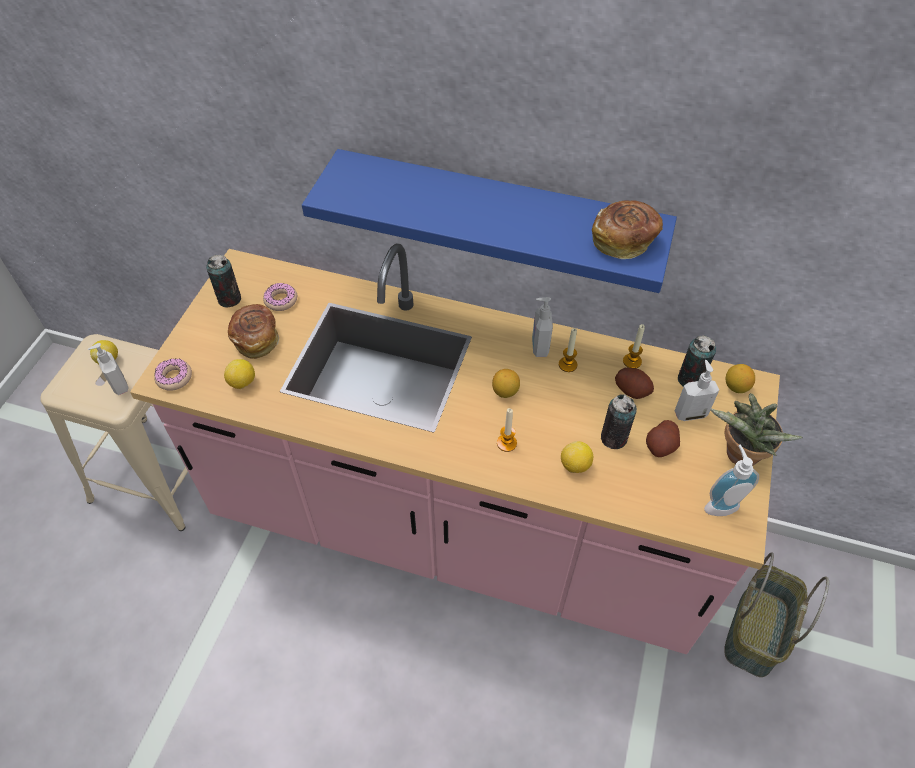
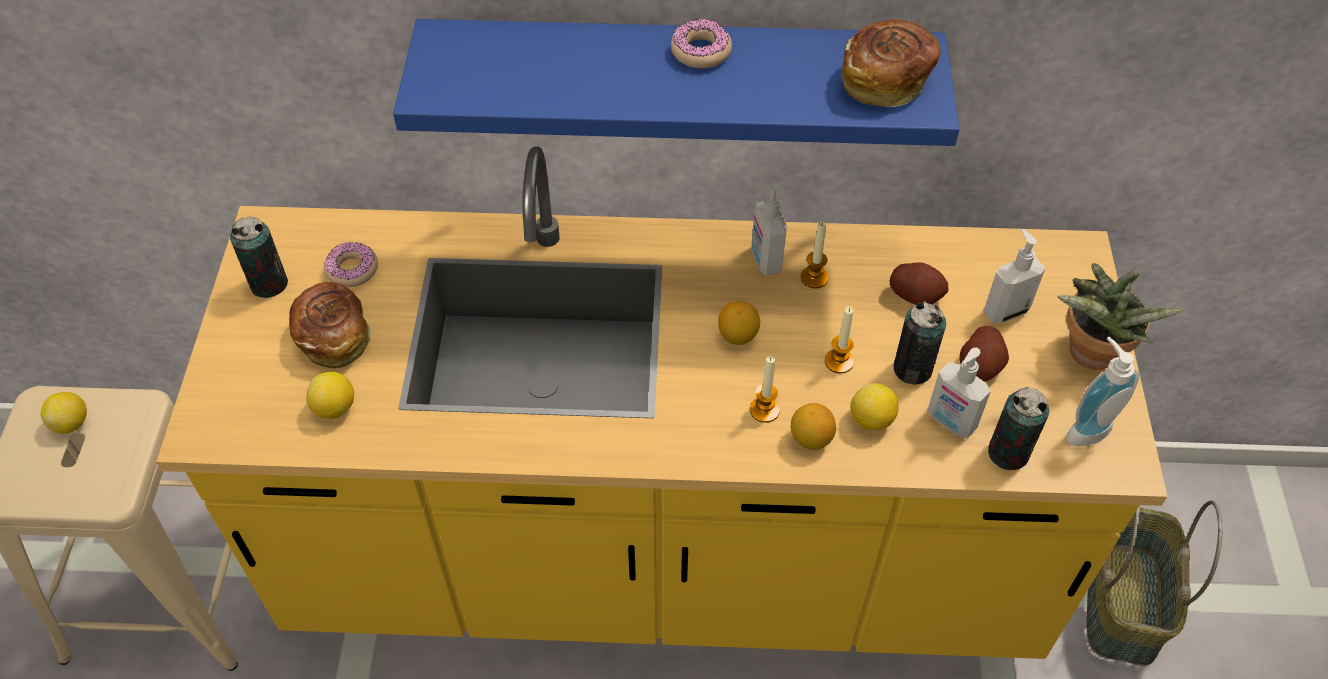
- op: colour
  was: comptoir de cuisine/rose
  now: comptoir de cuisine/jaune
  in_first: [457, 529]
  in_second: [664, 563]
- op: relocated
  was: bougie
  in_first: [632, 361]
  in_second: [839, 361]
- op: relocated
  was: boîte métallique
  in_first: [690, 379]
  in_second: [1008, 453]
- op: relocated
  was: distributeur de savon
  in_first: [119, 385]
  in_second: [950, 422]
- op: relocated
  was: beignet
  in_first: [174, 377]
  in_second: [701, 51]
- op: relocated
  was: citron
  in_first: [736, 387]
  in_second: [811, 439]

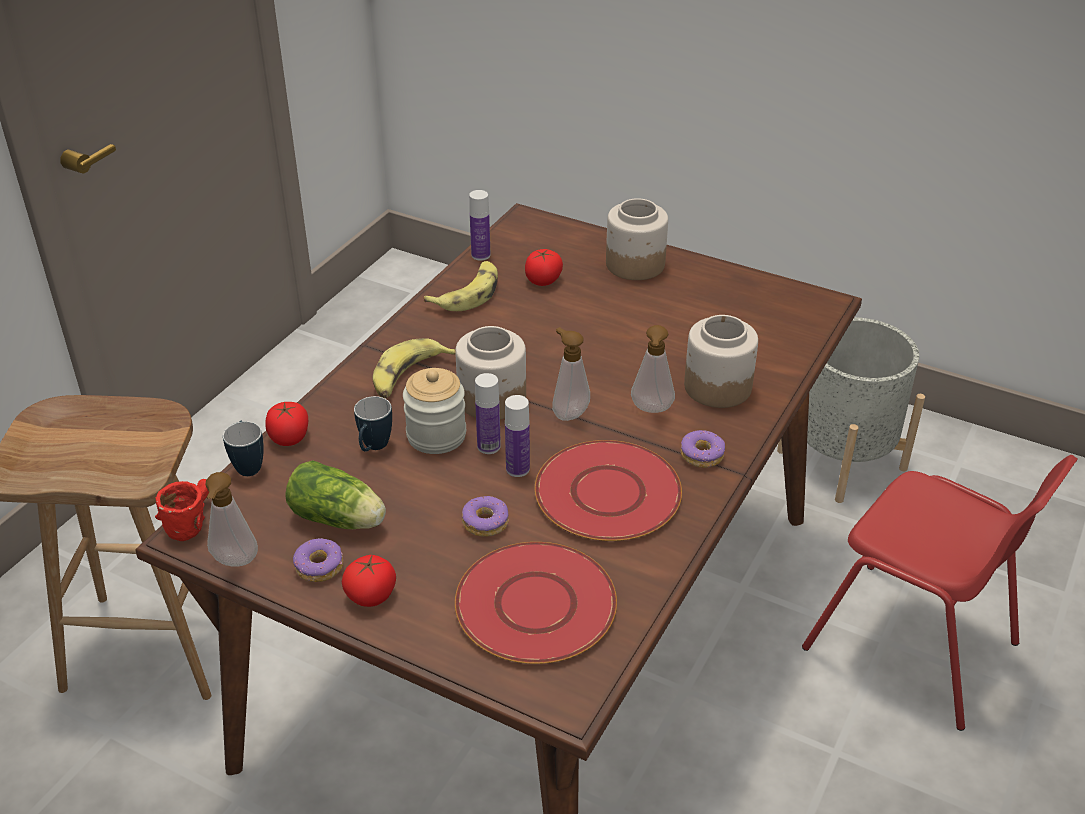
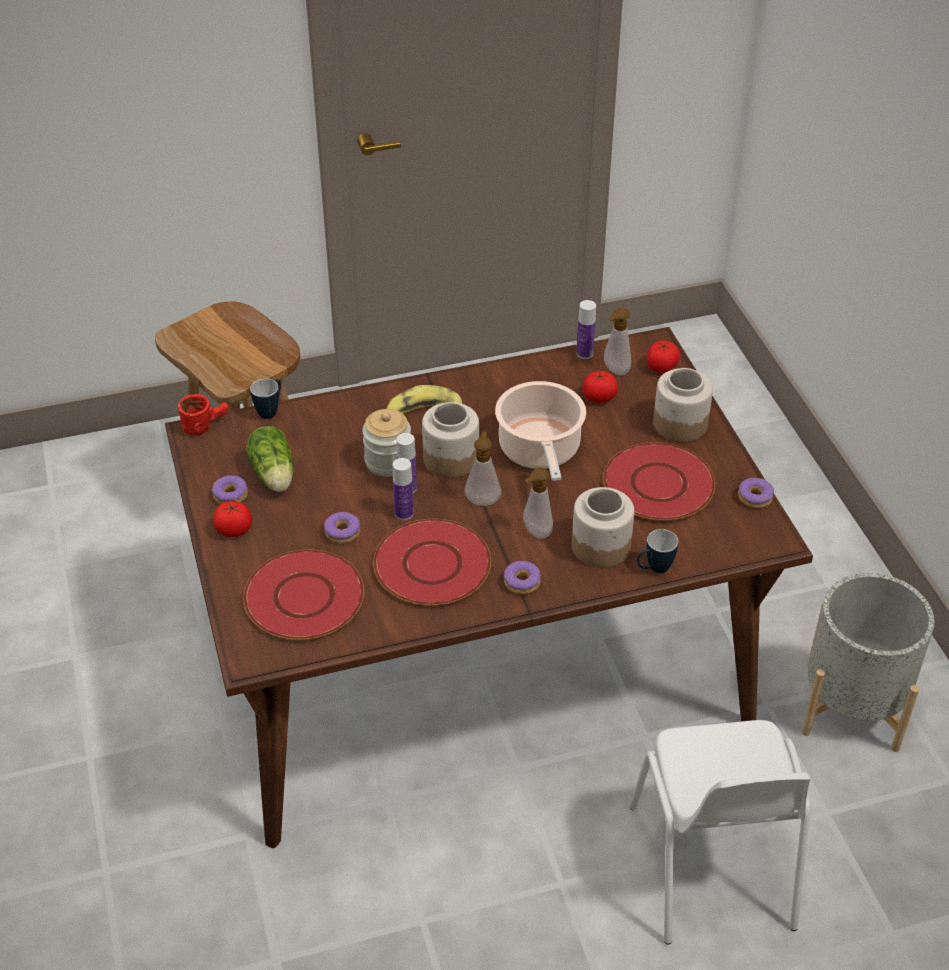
- op: missing
  was: banane
  in_first: [468, 294]
- op: relocated
  was: mug
  in_first: [373, 448]
  in_second: [654, 569]
- op: relocated
  was: tomate
  in_first: [289, 438]
  in_second: [661, 367]
- op: colour
  was: chaise/rouge
  now: chaise/blanc
  in_first: [913, 647]
  in_second: [711, 868]
- op: relocated
  was: distributeur de savon
  in_first: [234, 563]
  in_second: [614, 371]
- op: appeared
  now: marmite
  in_second: [540, 451]
- op: appeared
  now: assiette/rouge
  in_second: [657, 484]
- op: appeared
  now: beignet
  in_second: [755, 497]

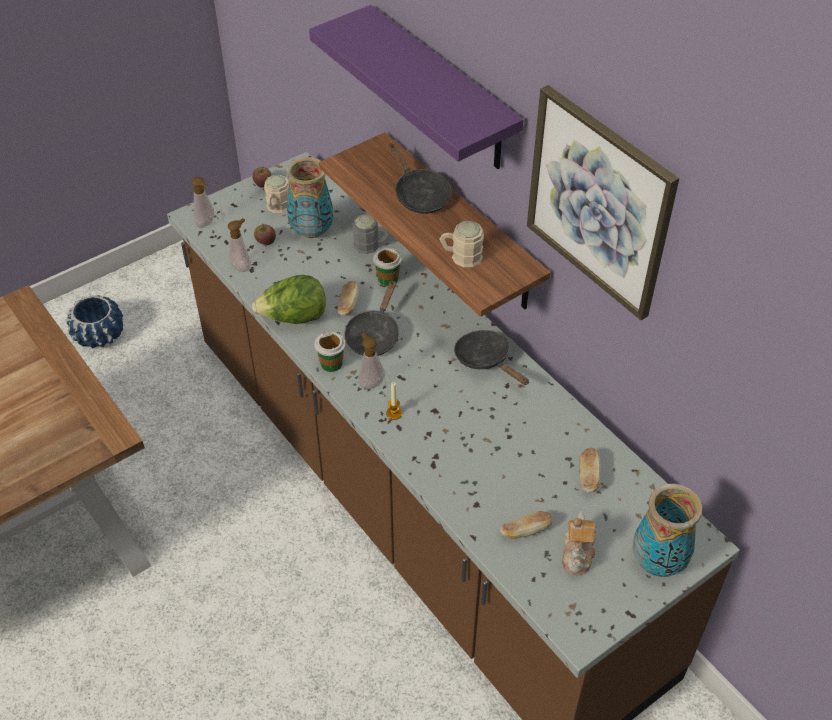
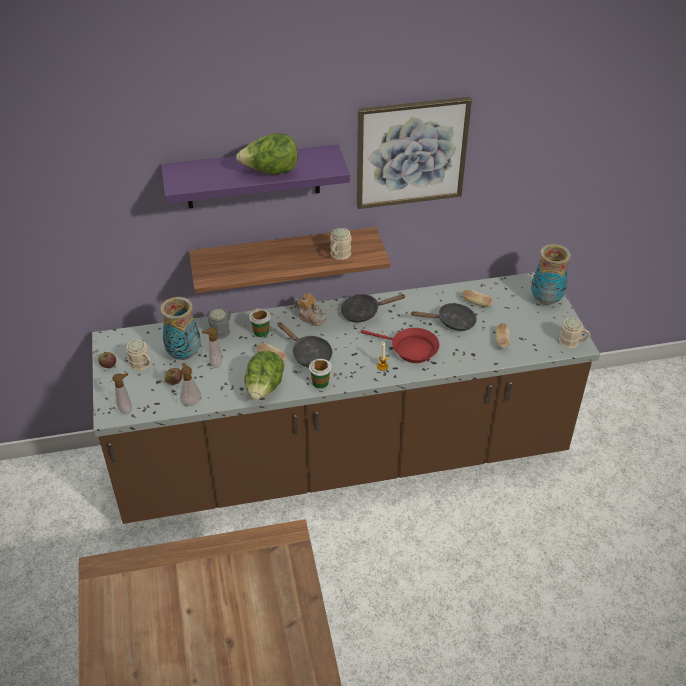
- op: relocated
  was: poêle/noir
  in_first: [419, 195]
  in_second: [452, 322]
- op: missing
  was: cache-pot/bleu
  in_first: [100, 335]
- op: relocated
  was: distributeur de savon
  in_first: [370, 382]
  in_second: [214, 363]
- op: relocated
  was: théière
  in_first: [577, 554]
  in_second: [311, 317]
- op: appeared
  now: laitue
  in_second: [270, 172]
- op: appeared
  now: mug/beige
  in_second: [573, 342]
- op: appeared
  now: poêle/rouge
  in_second: [410, 349]

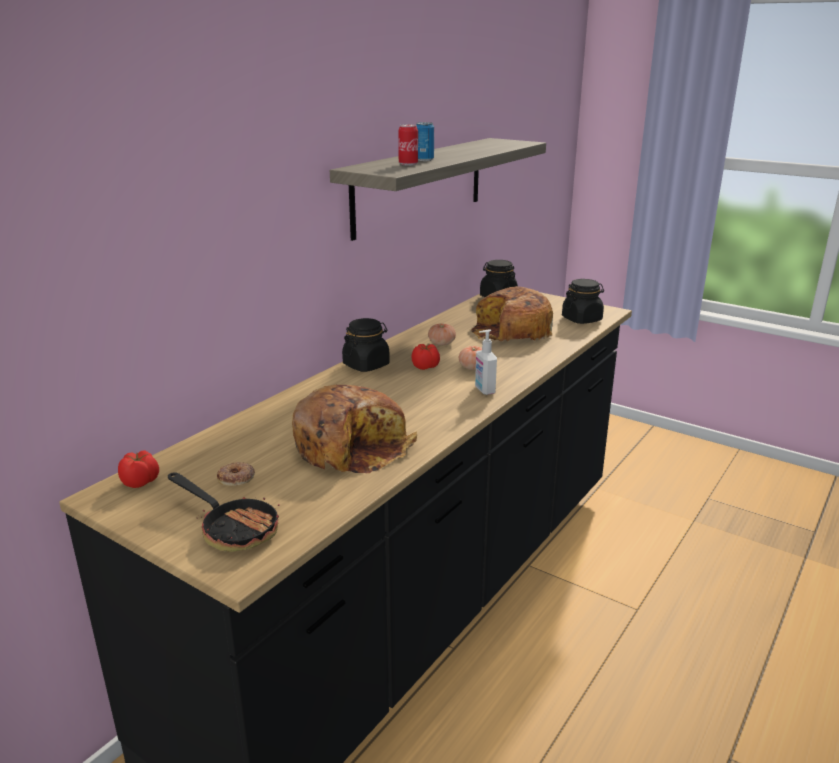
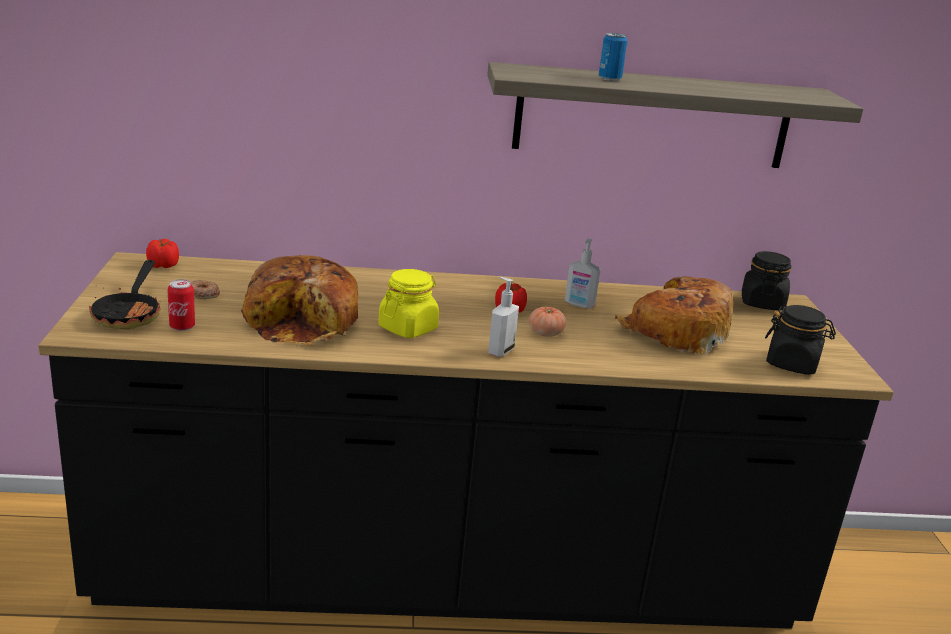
- op: relocated
  was: boîte métallique
  in_first: [408, 164]
  in_second: [182, 327]
- op: missing
  was: bocal/noir
  in_first: [366, 365]
- op: exchanged
  was: tomate
  now: distributeur de savon
  in_first: [441, 343]
  in_second: [579, 304]
- op: appeared
  now: bocal/jaune
  in_second: [408, 328]

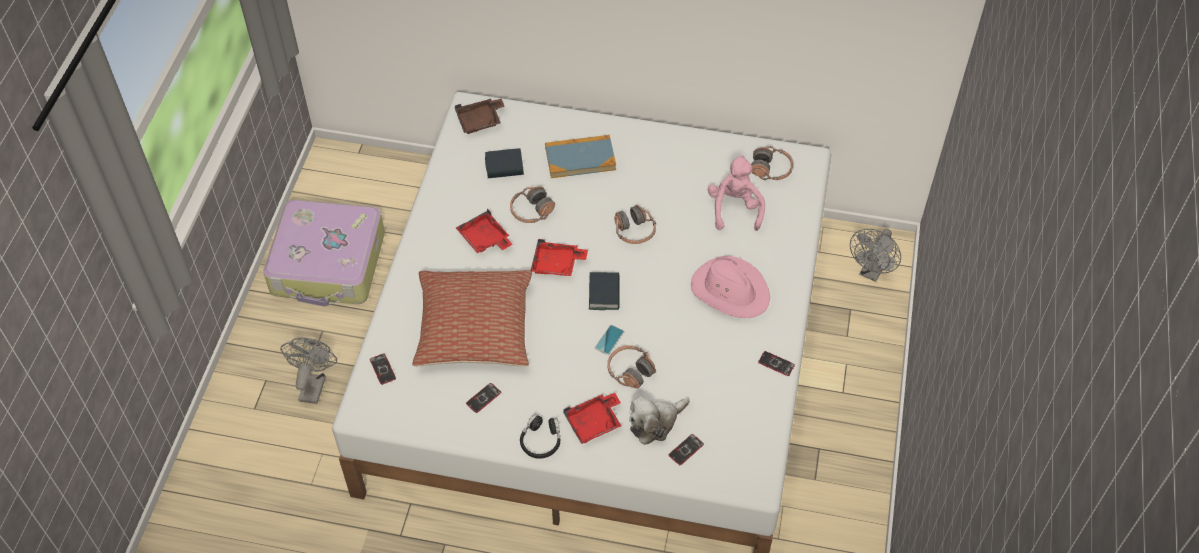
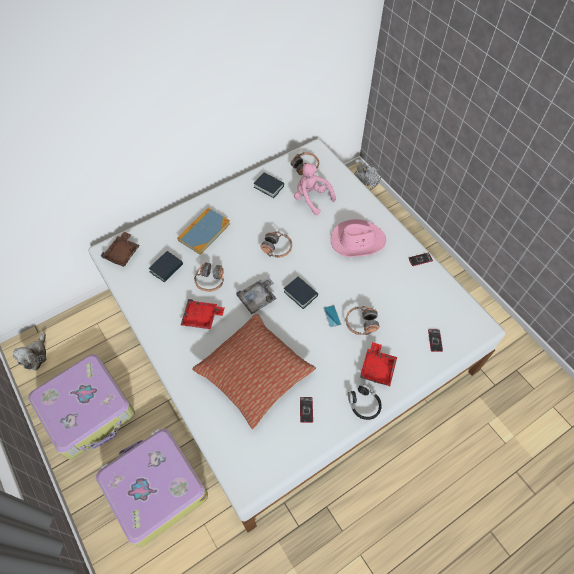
- op: colour
  was: plateau/rouge
  now: plateau/gris
  in_first: [557, 264]
  in_second: [258, 299]
- op: exchanged
  was: ventilateur/gris
  now: valise
  in_first: [313, 384]
  in_second: [154, 488]
- op: missing
  was: téléphone
  in_first: [382, 369]
- op: relocated
  was: peluche
  in_first: [655, 423]
  in_second: [35, 355]
- op: appeared
  now: livre
  in_second: [269, 187]

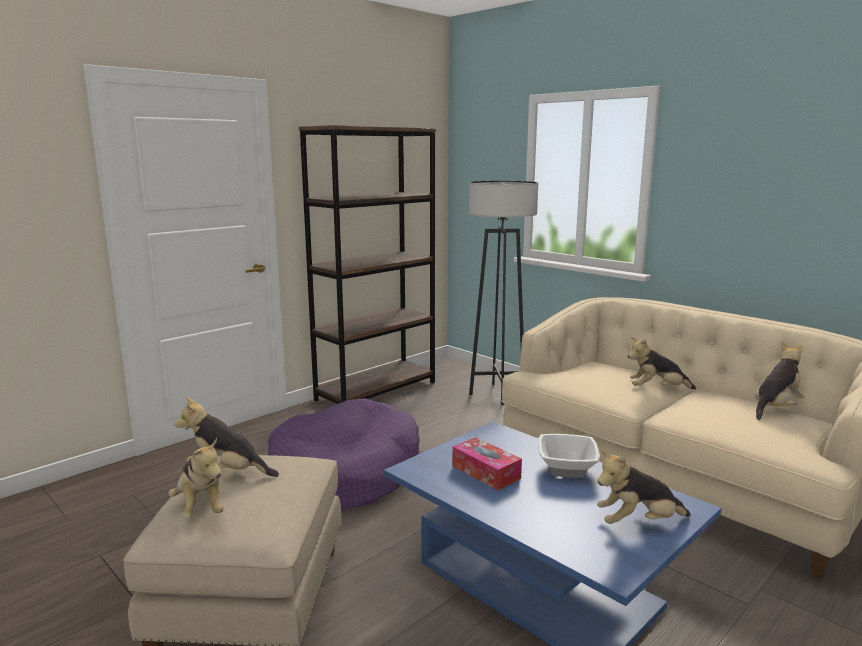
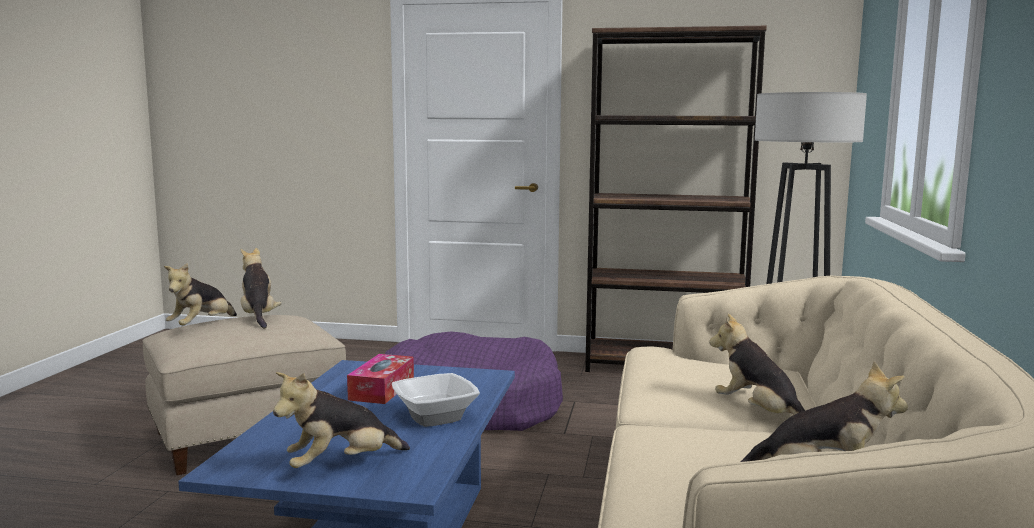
- op: spun
  was: peluche
  in_first: [638, 522]
  in_second: [340, 465]
  clockwise: -75

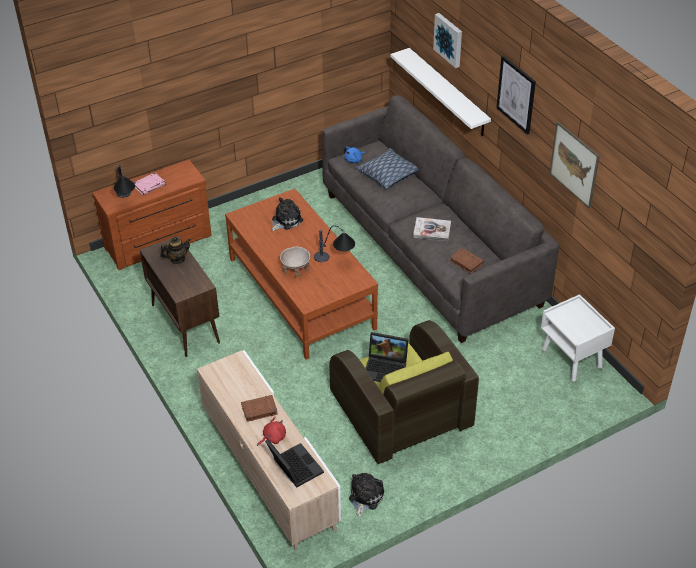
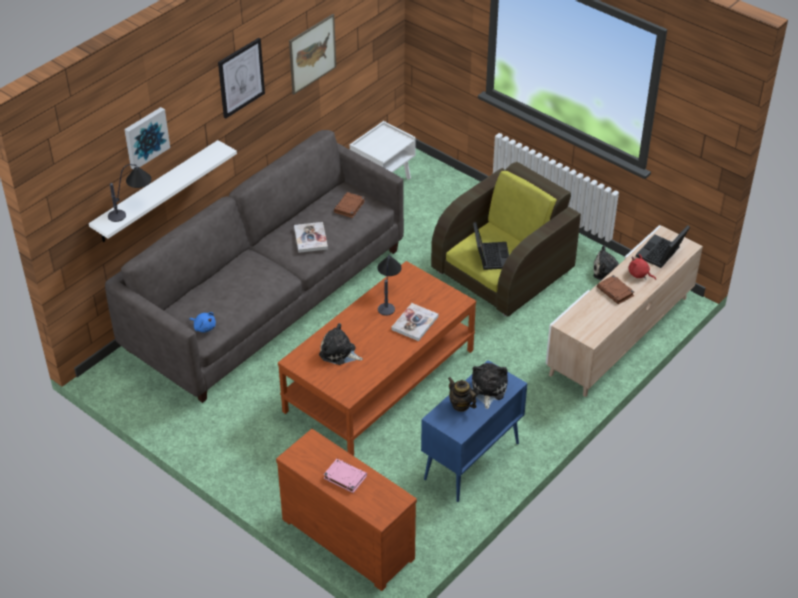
- op: missing
  was: coussin
  in_first: [388, 174]
- op: relocated
  was: lampe de table
  in_first: [126, 202]
  in_second: [133, 208]
- op: colour
  was: meuble de rangement/marron
  now: meuble de rangement/bleu
  in_first: [184, 323]
  in_second: [471, 462]
- op: exchanged
  was: bol/beige
  now: livre
  in_first: [295, 269]
  in_second: [415, 323]
- op: appeared
  now: peluche
  in_second: [488, 389]

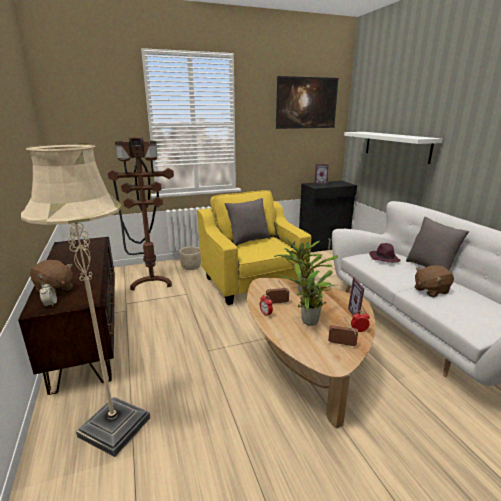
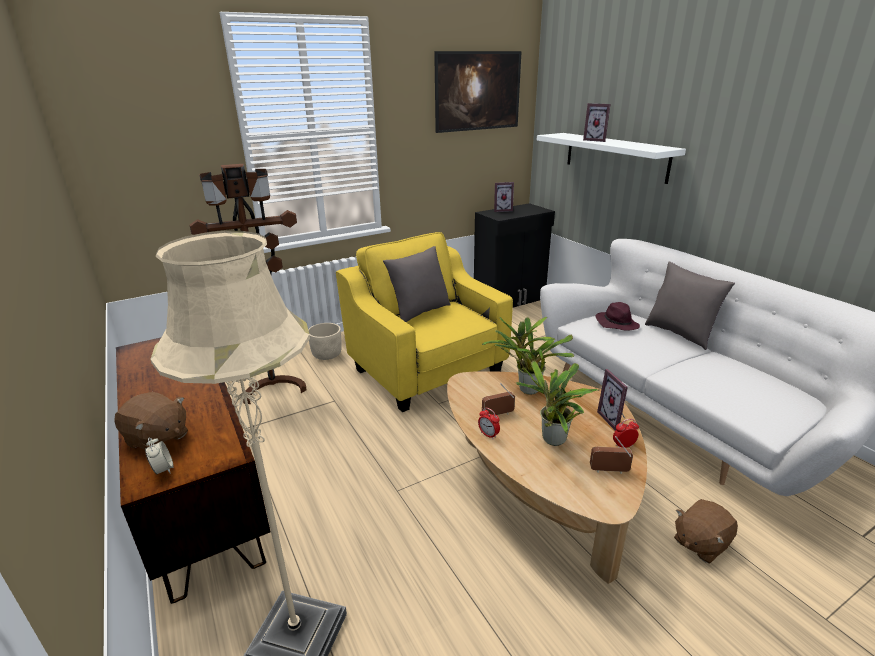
- op: relocated
  was: peluche/marron
  in_first: [430, 290]
  in_second: [700, 543]
- op: appeared
  now: cadre photo
  in_second: [596, 140]

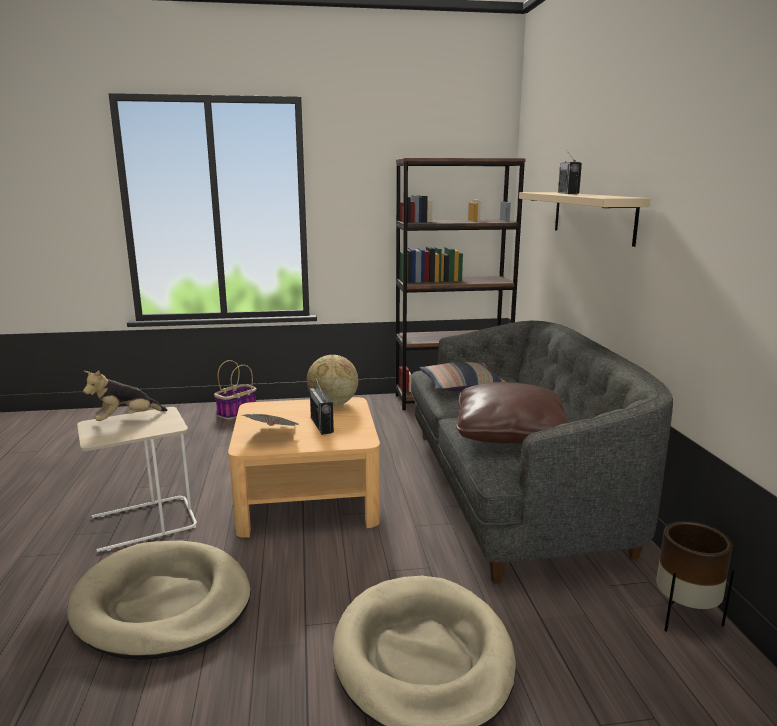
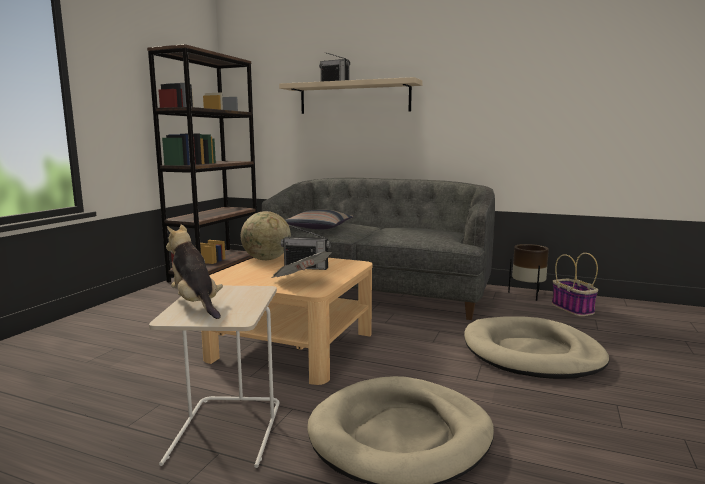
- op: relocated
  was: panier
  in_first: [237, 412]
  in_second: [573, 309]
- op: spun
  was: peluche
  in_first: [126, 420]
  in_second: [196, 304]
  clockwise: 150
- op: missing
  was: coussin/marron
  in_first: [509, 434]

